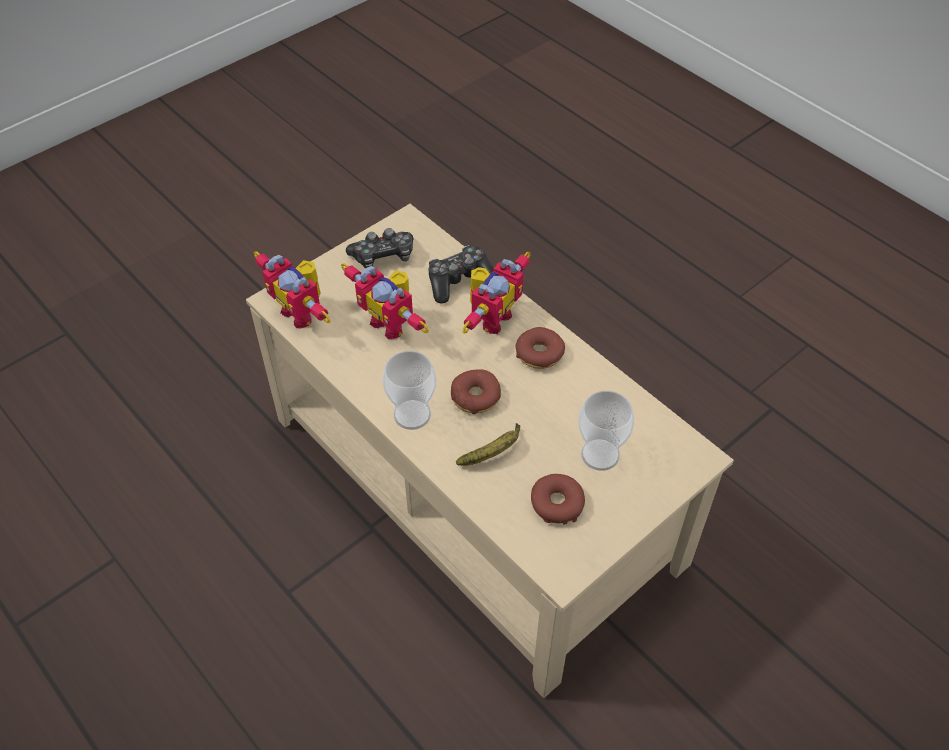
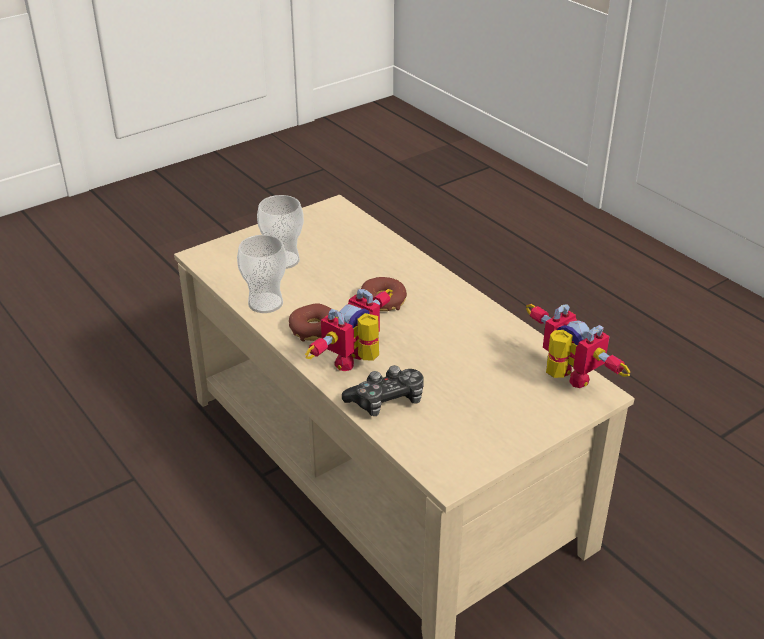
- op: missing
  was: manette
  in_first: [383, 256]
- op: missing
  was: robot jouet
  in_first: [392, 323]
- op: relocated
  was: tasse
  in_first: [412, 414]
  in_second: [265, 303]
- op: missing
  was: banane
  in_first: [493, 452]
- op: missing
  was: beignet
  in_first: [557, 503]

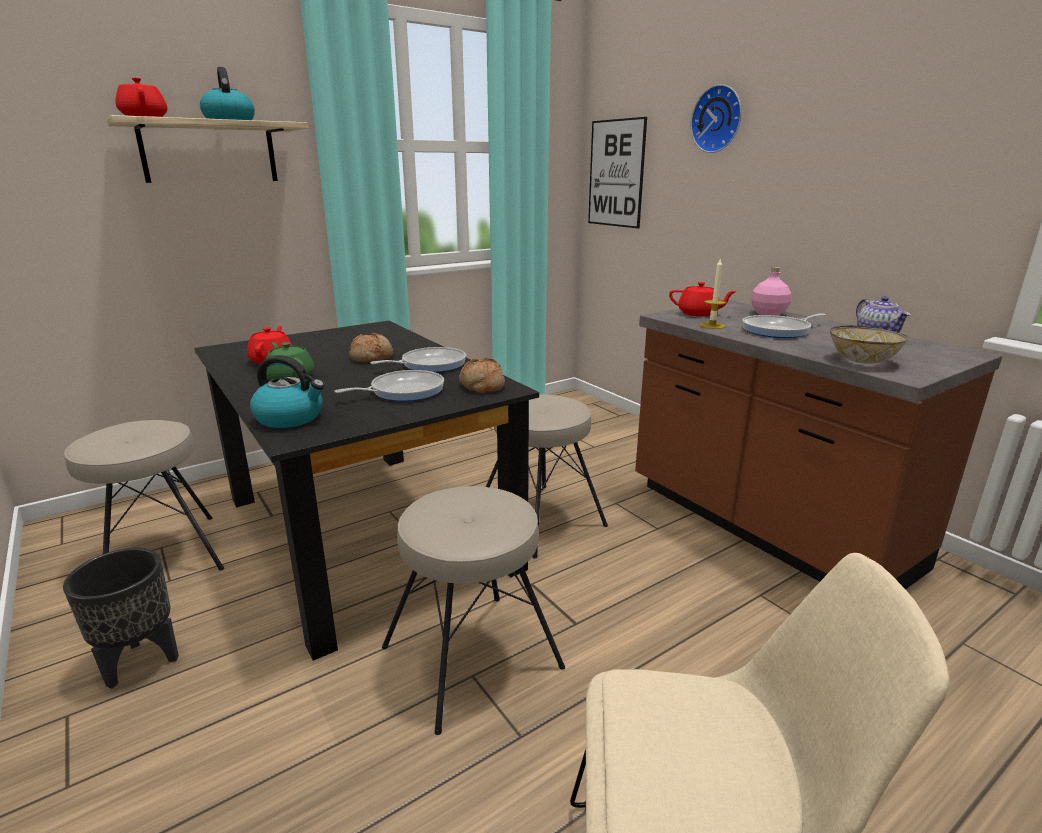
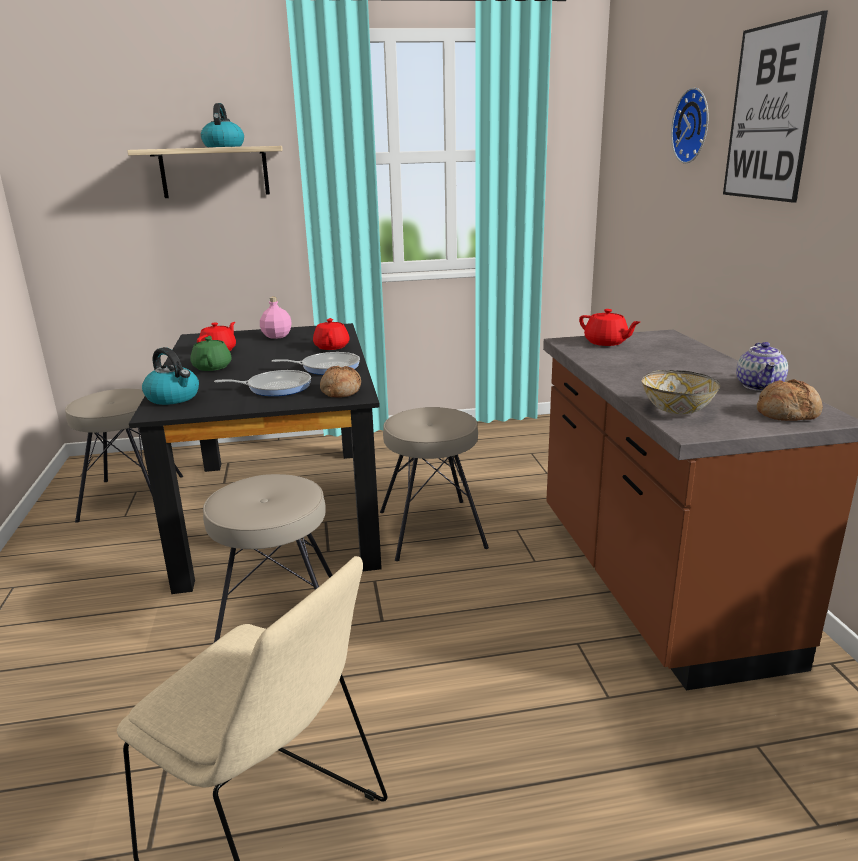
- op: relocated
  was: théière/rouge
  in_first: [144, 117]
  in_second: [332, 346]
- op: relocated
  was: tableau
  in_first: [616, 173]
  in_second: [770, 113]
- op: missing
  was: bougie
  in_first: [712, 325]
- op: relocated
  was: bouteille/rose
  in_first: [767, 313]
  in_second: [276, 336]
- op: missing
  was: poêle
  in_first: [778, 330]
- op: relocated
  was: pain
  in_first: [372, 357]
  in_second: [787, 413]
- op: missing
  was: cache-pot/noir
  in_first: [141, 662]

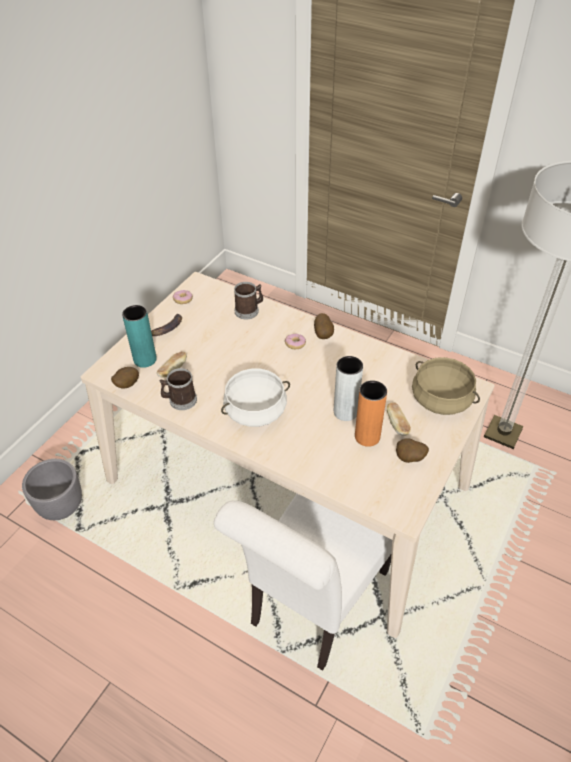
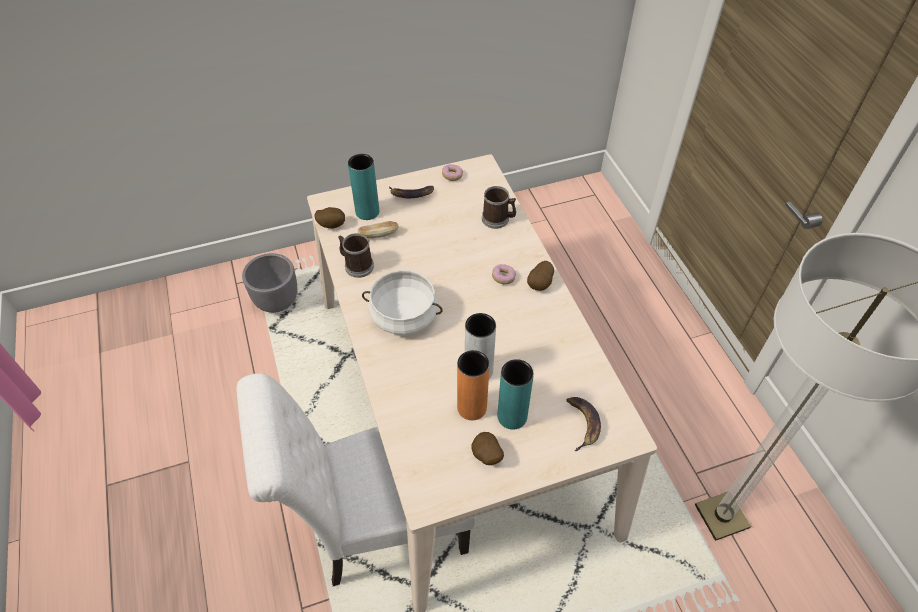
- op: exchanged
  was: marmite/beige
  now: banane
  in_first: [441, 399]
  in_second: [583, 423]
- op: exchanged
  was: pain
  now: vase/turquoise
  in_first: [397, 424]
  in_second: [512, 416]

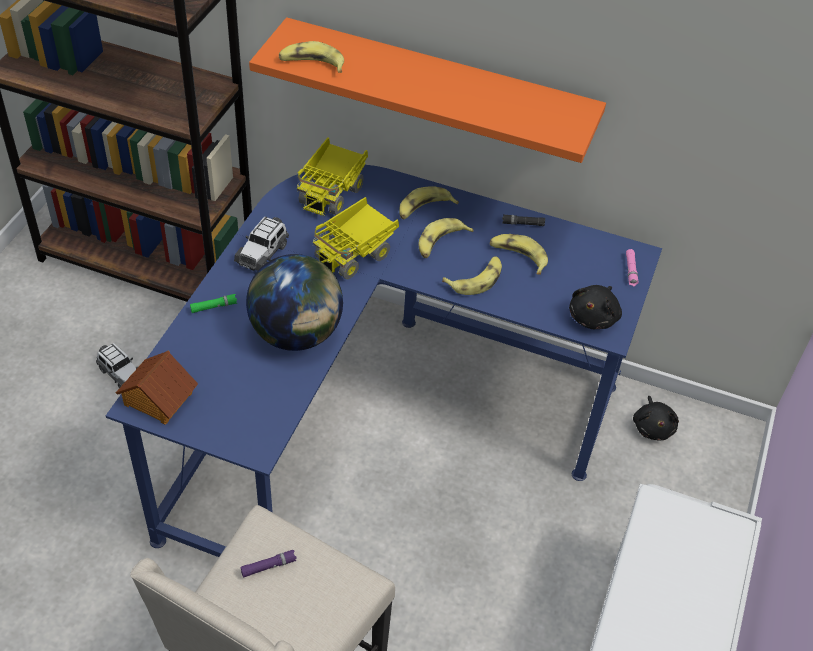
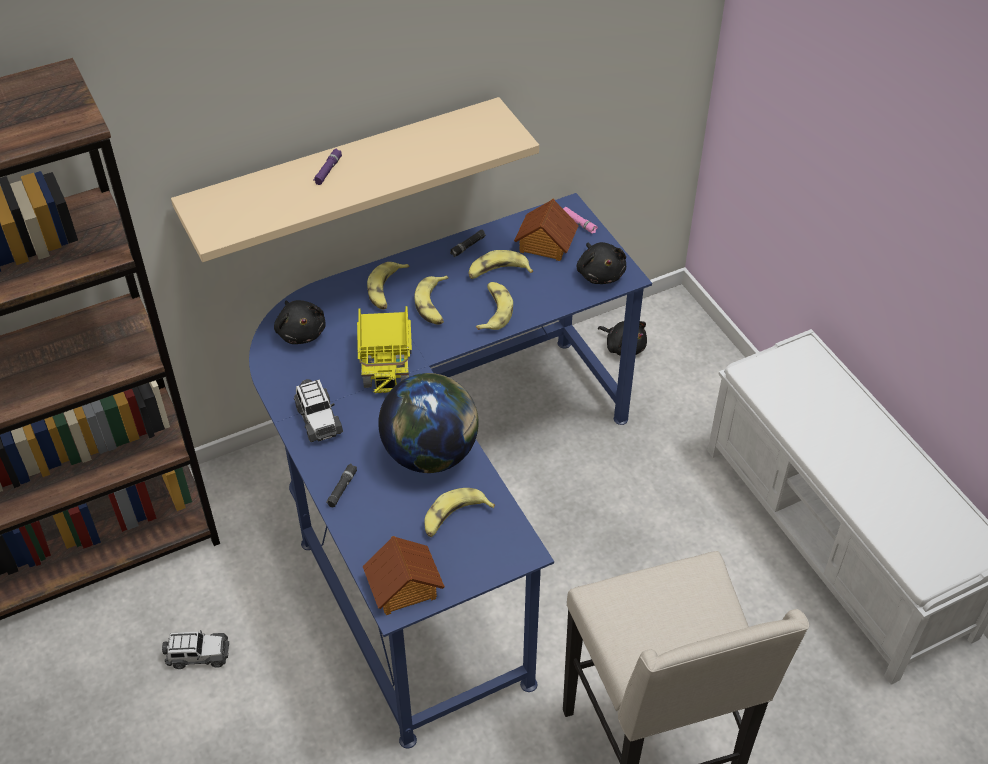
- op: colour
  was: étagère/orange
  now: étagère/beige
  in_first: [438, 87]
  in_second: [344, 173]
- op: relocated
  was: banane
  in_first: [312, 64]
  in_second: [454, 517]
- op: exchanged
  was: camion jouet
  now: peluche/noir
  in_first: [332, 192]
  in_second: [301, 332]
- op: colour
  was: lampe de poche/vert
  now: lampe de poche/noir
  in_first: [214, 306]
  in_second: [342, 488]
- op: relocated
  was: lampe de poche/violet
  in_first: [268, 566]
  in_second: [328, 170]
- op: appeared
  now: maison miniature
  in_second: [545, 244]

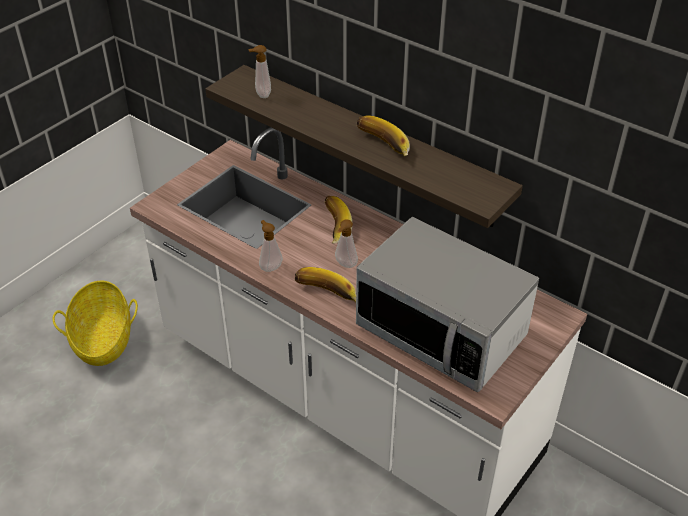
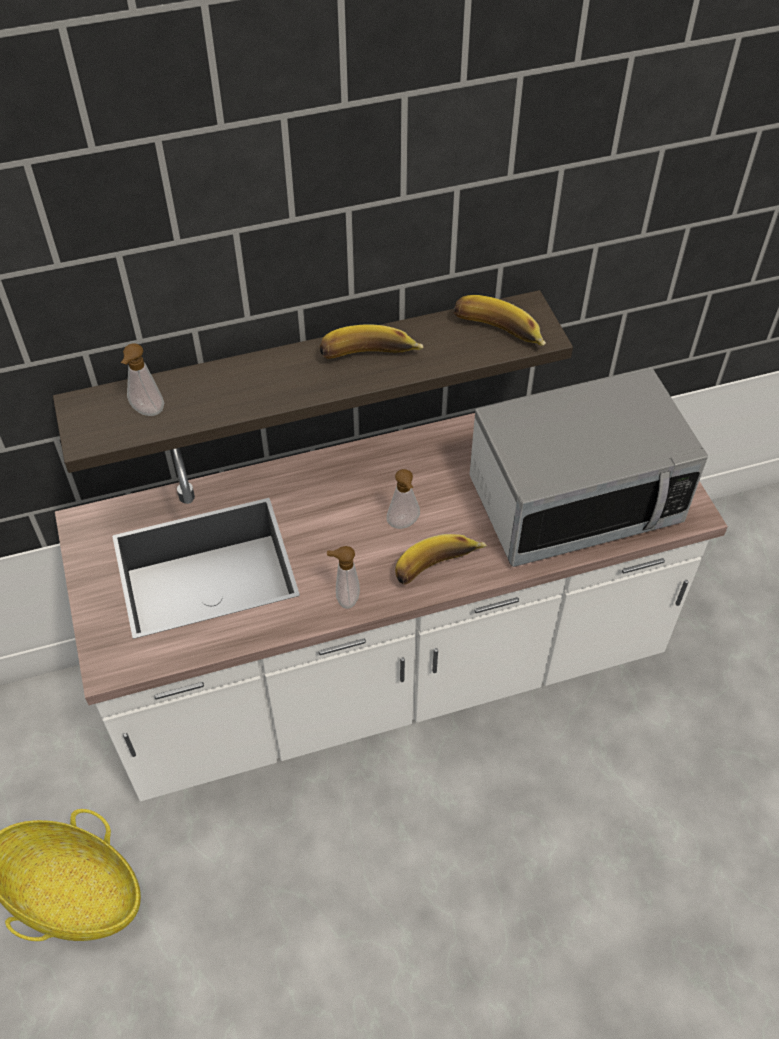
- op: relocated
  was: banane
  in_first: [332, 228]
  in_second: [496, 336]

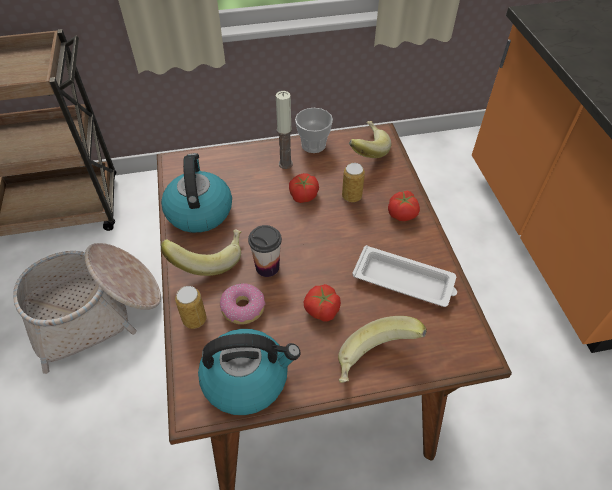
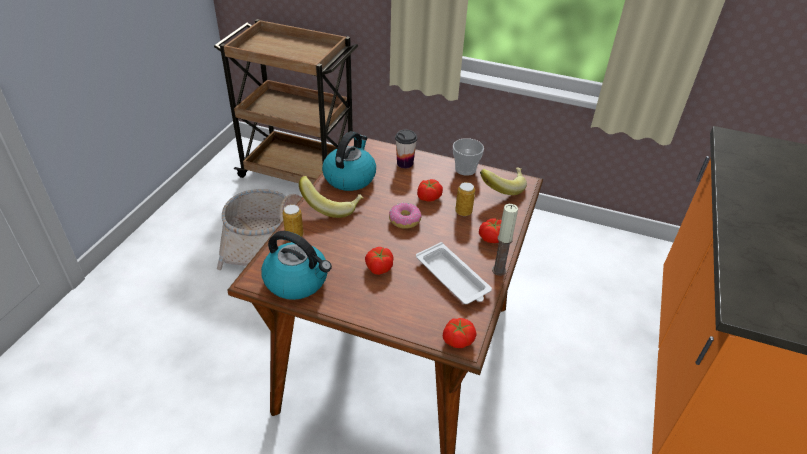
- op: relocated
  was: bougie
  in_first: [285, 164]
  in_second: [499, 270]
- op: relocated
  was: tasse
  in_first: [267, 267]
  in_second: [405, 163]
- op: relocated
  was: beignet
  in_first: [243, 308]
  in_second: [405, 220]
- op: missing
  was: banane
  in_first: [376, 362]
- op: appeared
  now: tomate
  in_second: [457, 339]

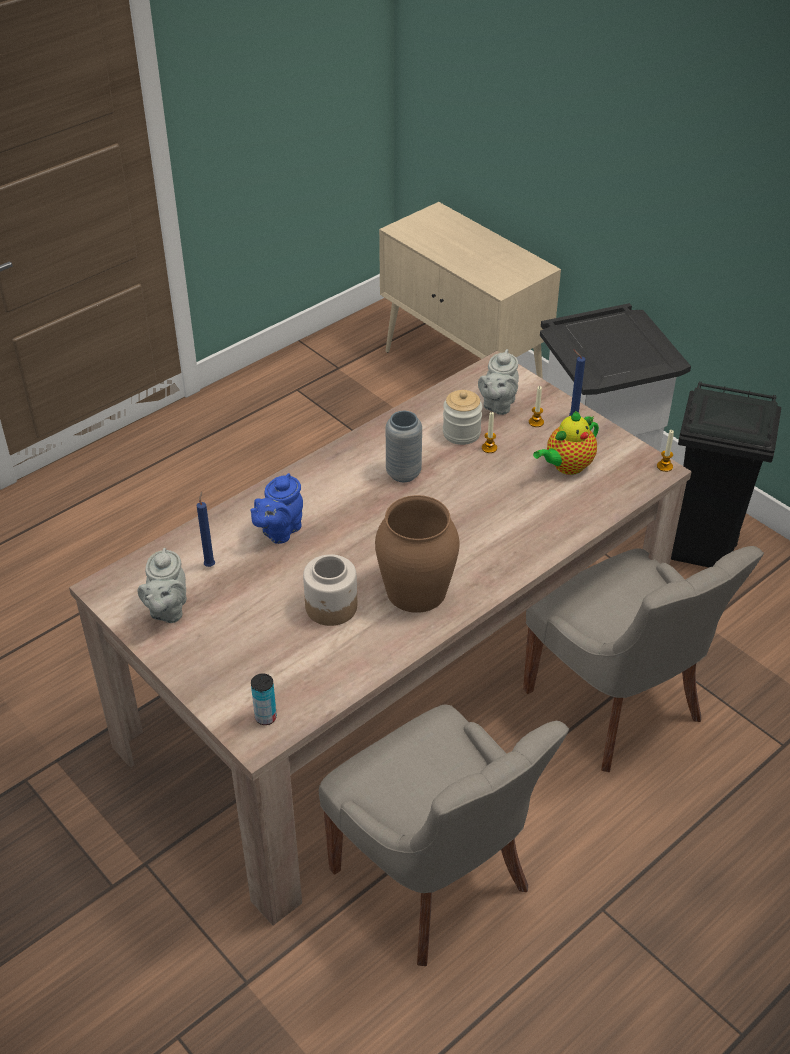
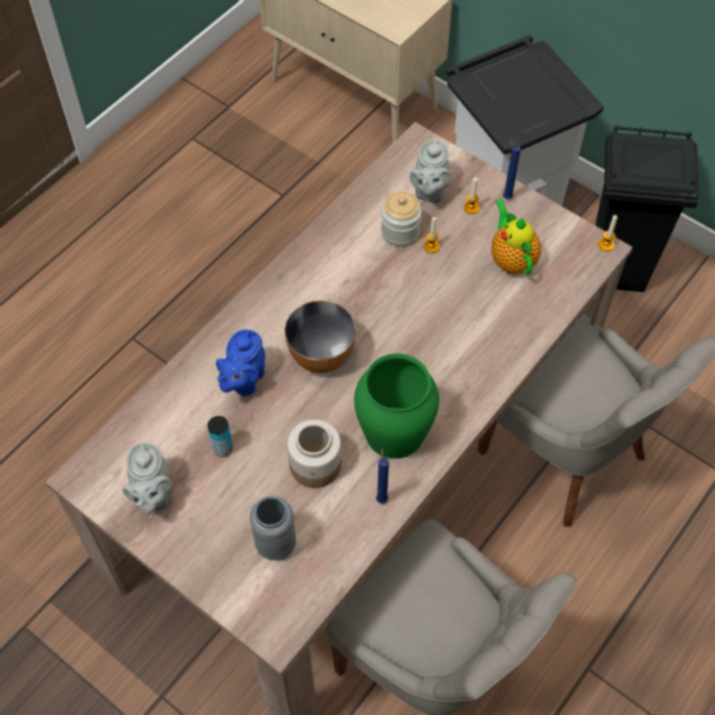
- op: relocated
  was: vase/gris
  in_first: [403, 473]
  in_second: [276, 544]
- op: spun
  was: théière
  in_first: [566, 466]
  in_second: [511, 259]
  clockwise: 120
- op: relocated
  was: bougie/bleu
  in_first: [210, 564]
  in_second: [381, 498]
- op: colour
  was: vase/marron
  now: vase/vert
  in_first: [416, 591]
  in_second: [395, 432]
- op: relocated
  was: boîte métallique
  in_first: [265, 717]
  in_second: [223, 448]
- op: appeared
  now: bol
  in_second: [321, 356]

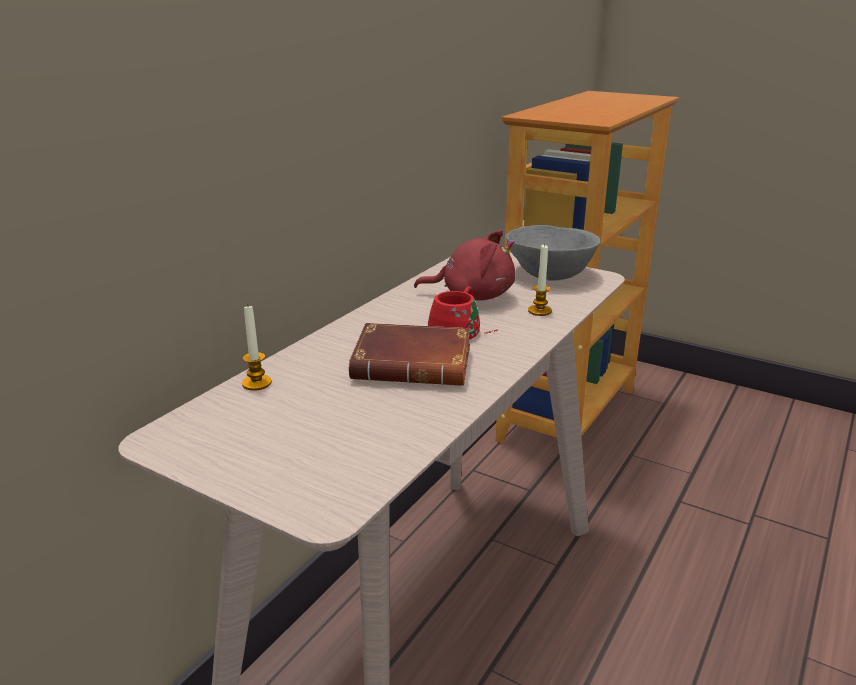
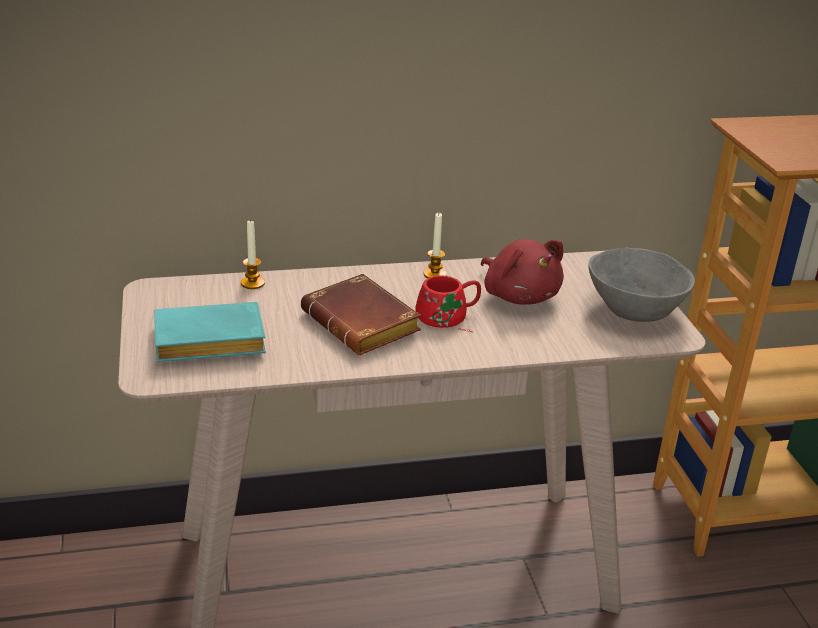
- op: relocated
  was: bougie
  in_first: [539, 311]
  in_second: [434, 274]
- op: appeared
  now: livre/turquoise
  in_second: [206, 343]

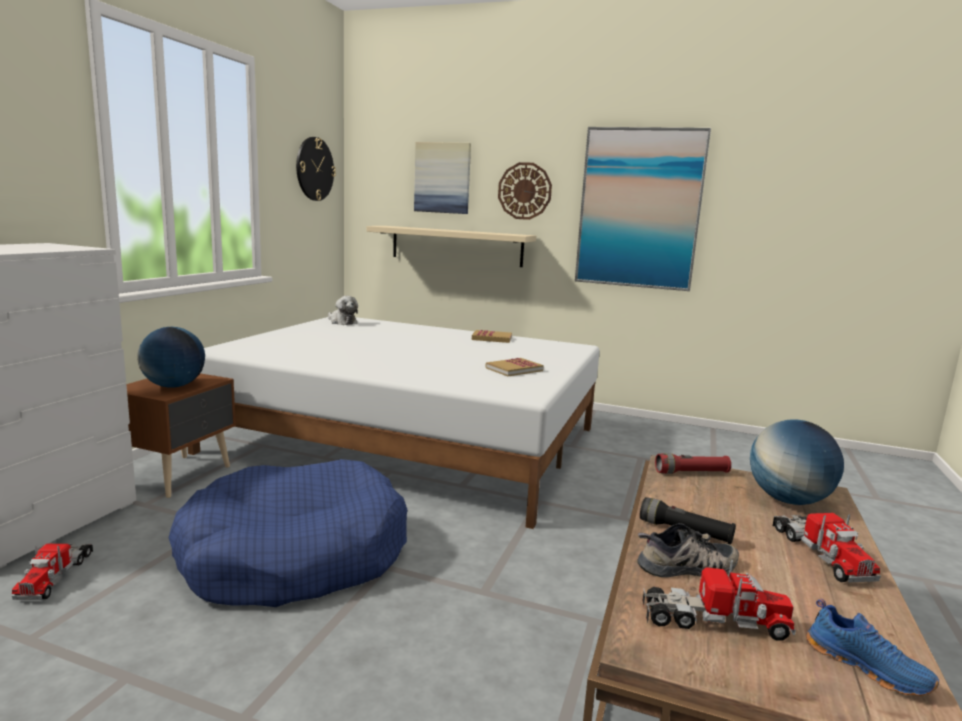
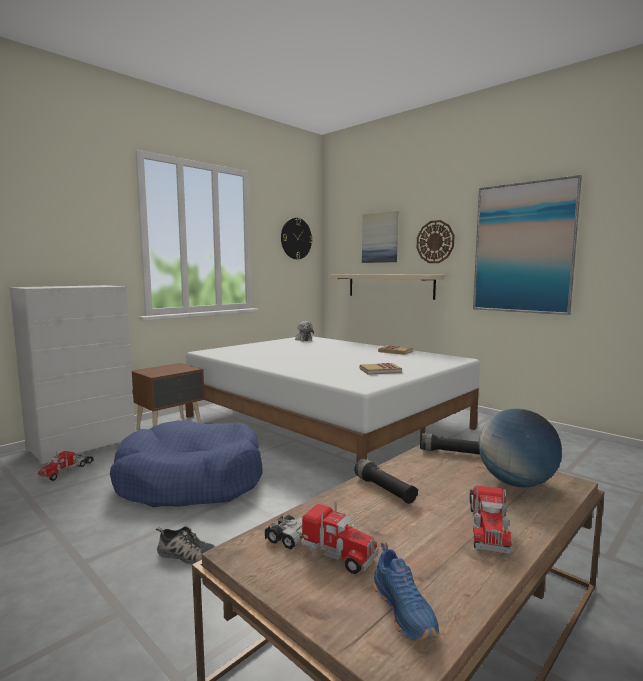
- op: missing
  was: globe
  in_first: [174, 386]
- op: colour
  was: lampe de poche/rouge
  now: lampe de poche/noir
  in_first: [691, 473]
  in_second: [451, 453]
- op: relocated
  was: chaussure
  in_first: [687, 567]
  in_second: [185, 555]

